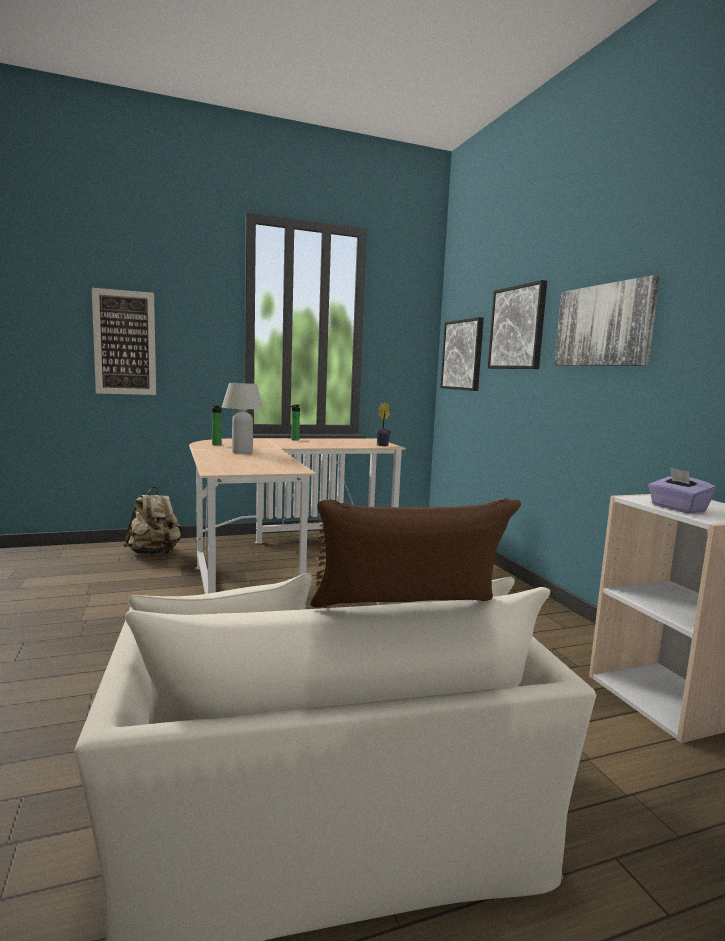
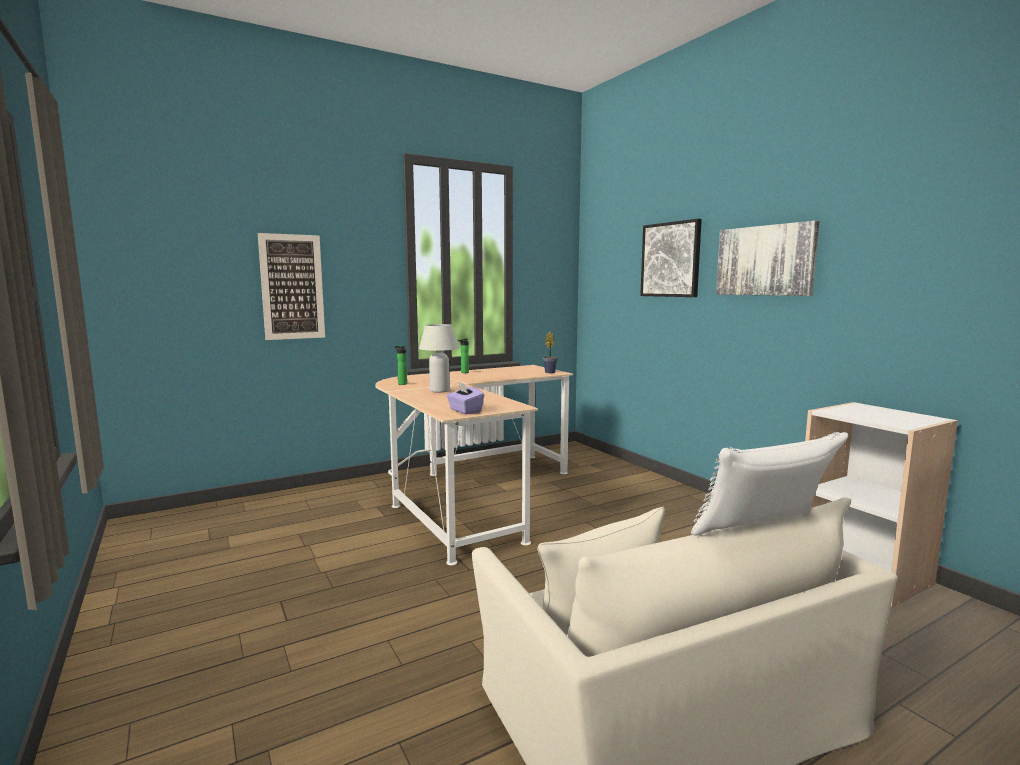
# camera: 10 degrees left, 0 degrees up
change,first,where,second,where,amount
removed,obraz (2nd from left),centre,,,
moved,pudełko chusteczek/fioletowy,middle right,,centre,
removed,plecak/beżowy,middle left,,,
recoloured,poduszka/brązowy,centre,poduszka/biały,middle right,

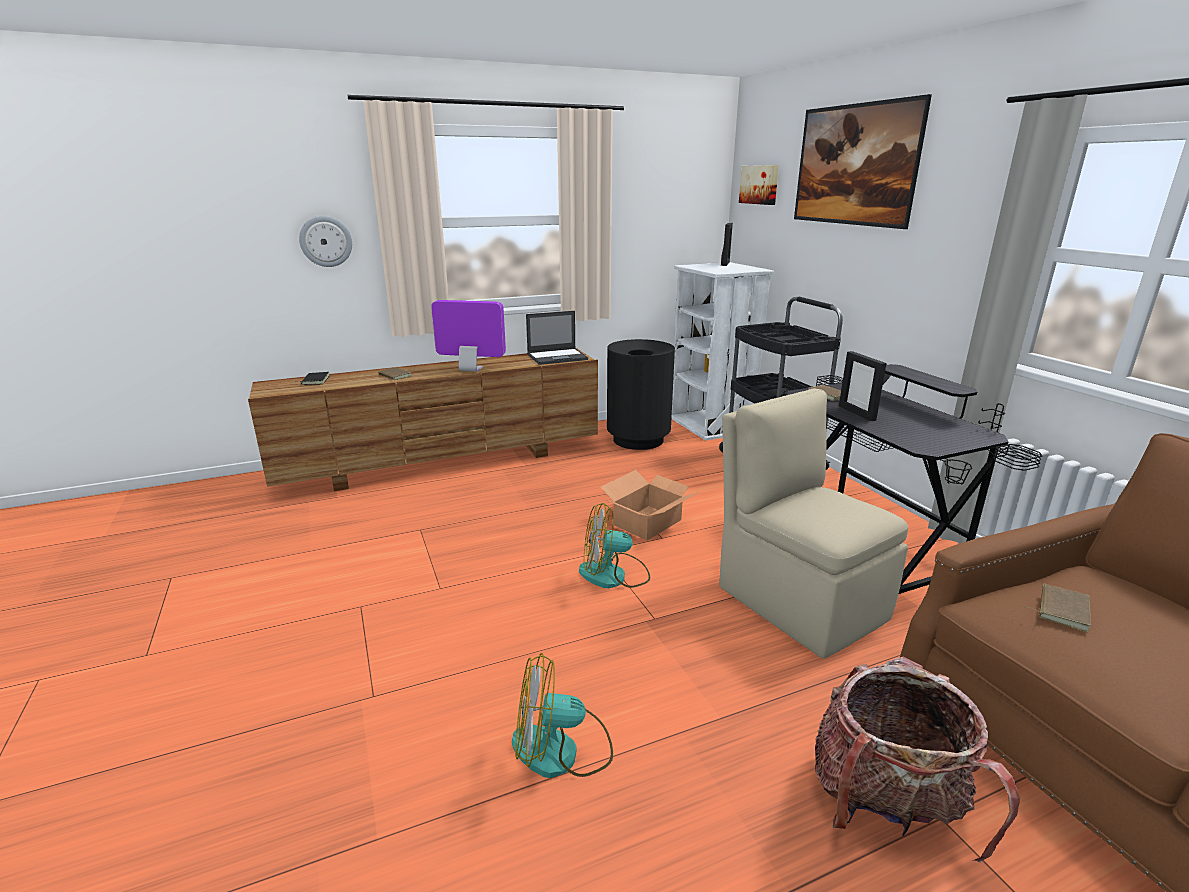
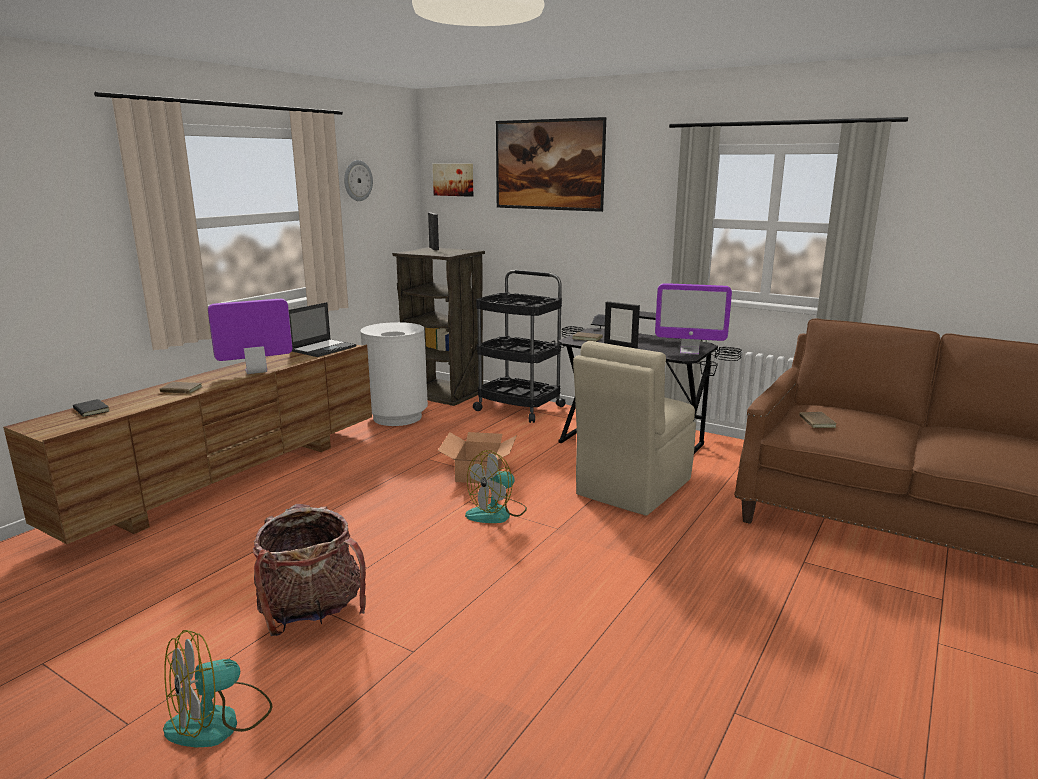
# camera: 35 degrees left, 5 degrees down
change,first,where,second,where,amount
moved,zegar ścienny,top left,,top centre,
recoloured,regał/biały,centre,regał/brązowy,centre,
recoloured,kosz na śmieci/czarny,centre,kosz na śmieci/biały,centre,
turned,krzesło/beżowy,middle right,,centre,75 degrees counterclockwise
moved,wentylator (1st from left),bottom centre,,bottom left,
moved,plecak,bottom right,,bottom left,
added,,,monitor (2nd from left),middle right,

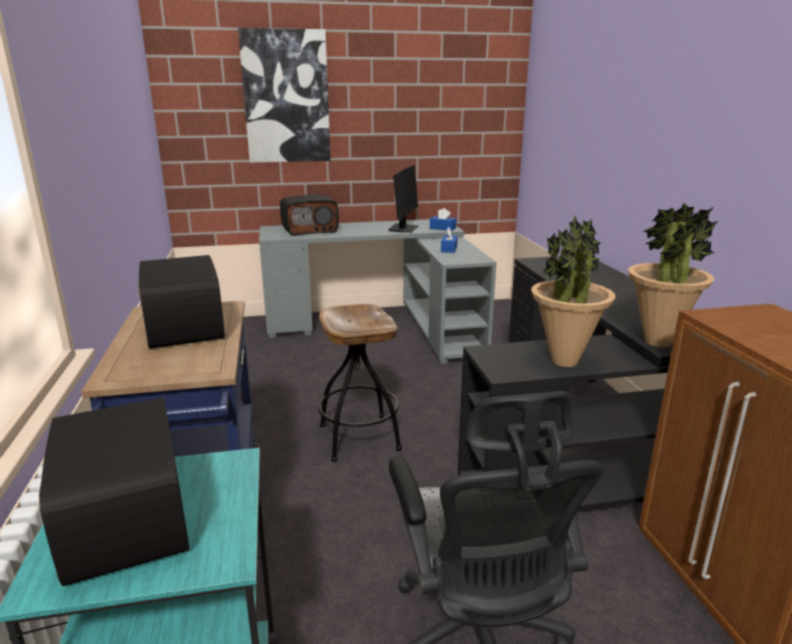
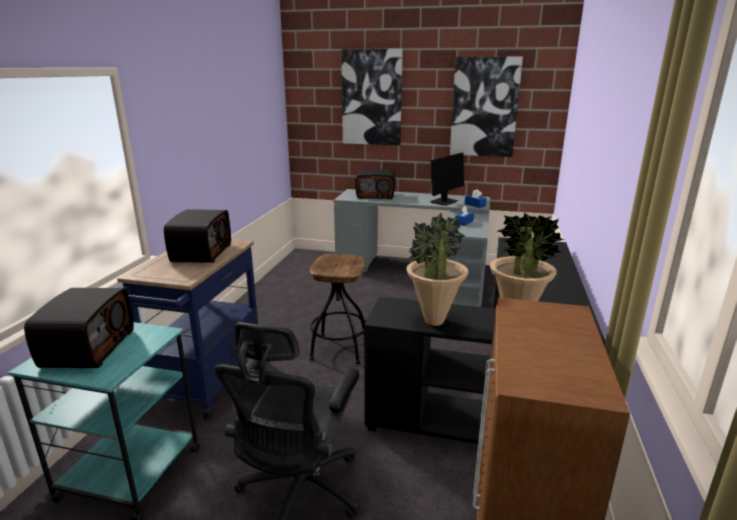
# camera: 25 degrees right, 0 degrees up
change,first,where,second,where,amount
added,,,obraz (2nd from left),top centre,

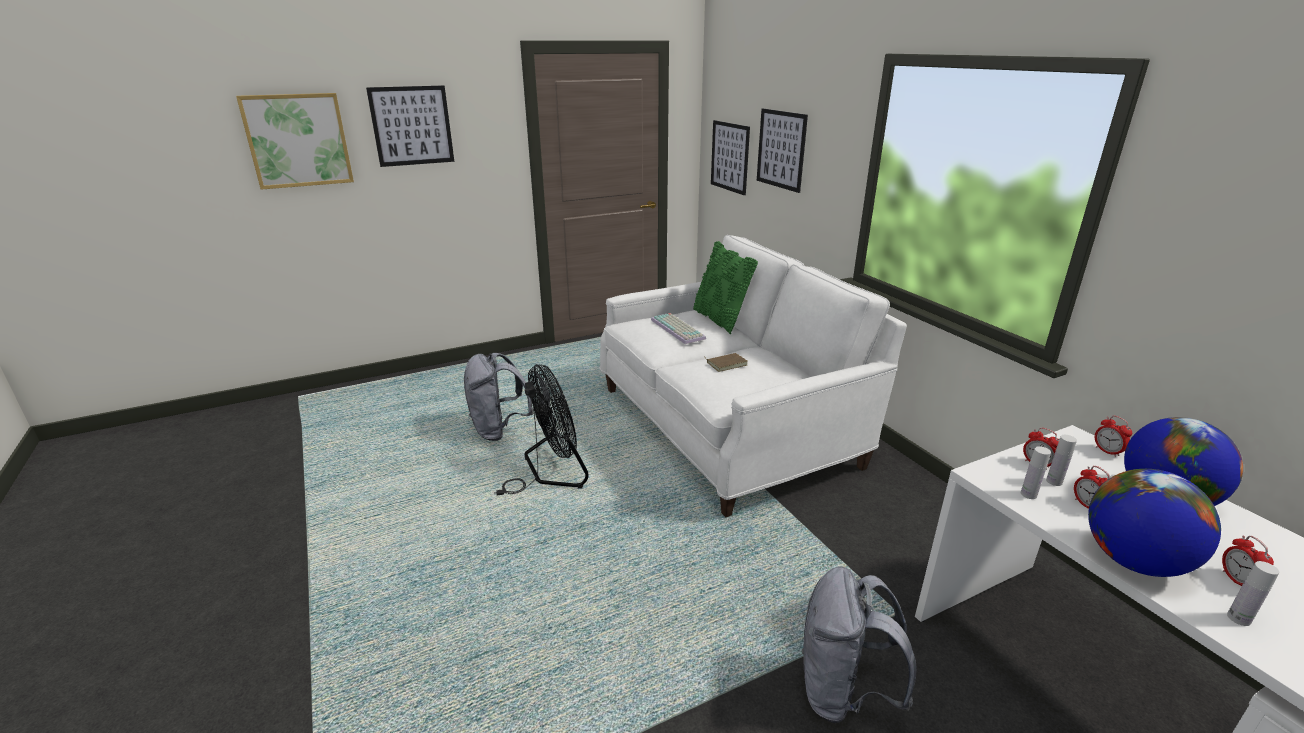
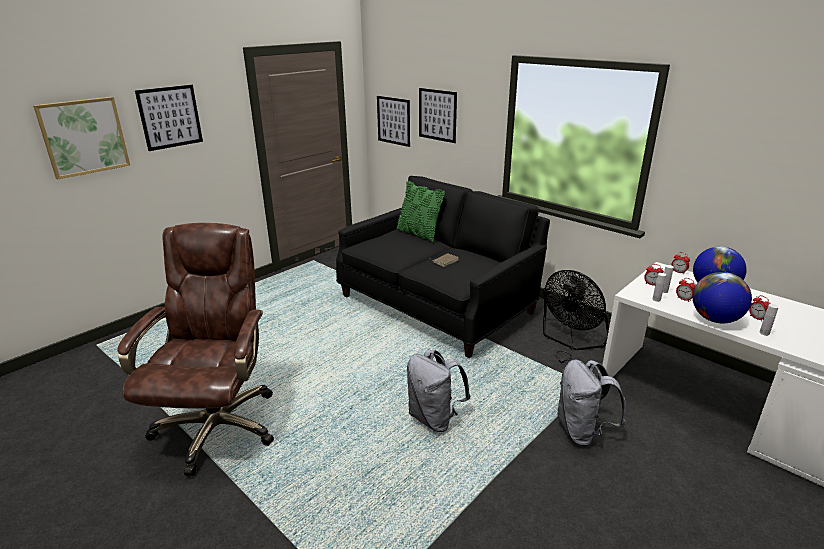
# camera: 20 degrees left, 0 degrees up
change,first,where,second,where,amount
recoloured,kanapa/biały,centre,kanapa/czarny,centre,
removed,klawiatura,centre,,,
moved,plecak/szary (1st from left),centre,,bottom centre,
moved,wentylator/czarny,centre,,middle right,
added,,,krzesło biurowe/brązowy,middle left,

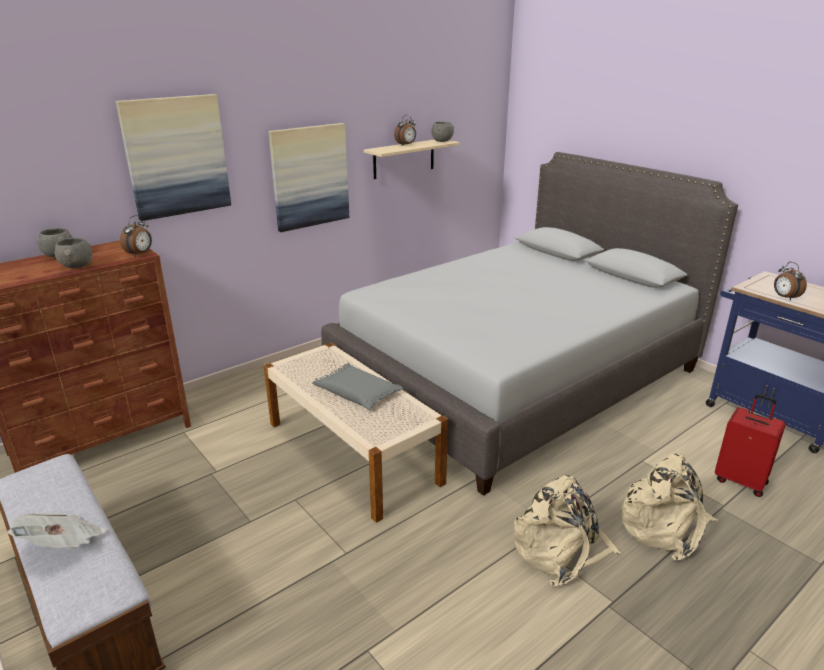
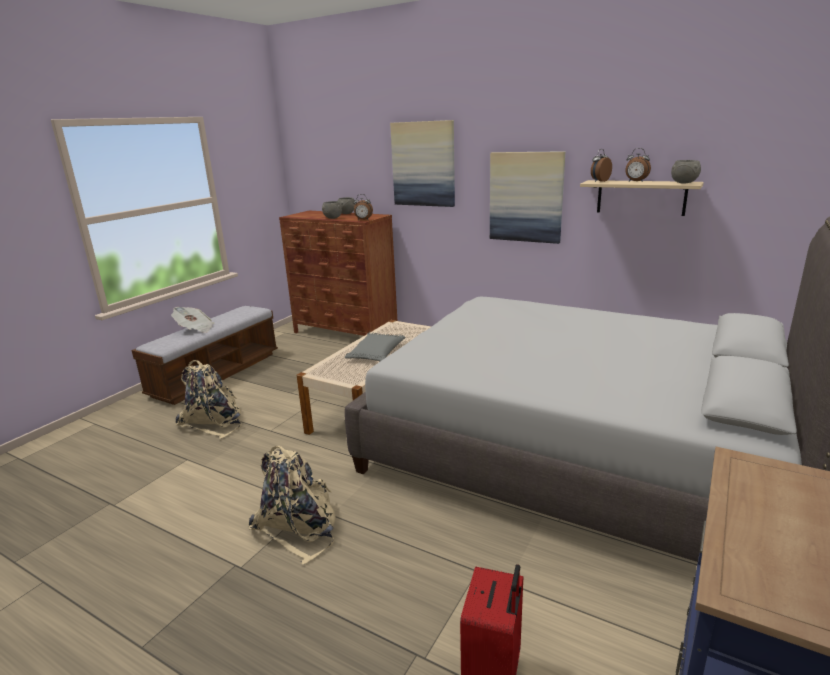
# camera: 70 degrees right, 5 degrees down
change,first,where,second,where,amount
moved,budzik (3rd from left in the first image),middle right,budzik (2nd from left),top right,
moved,plecak/beżowy (2nd from left in the first image),bottom right,plecak/beżowy (1st from left),middle left,

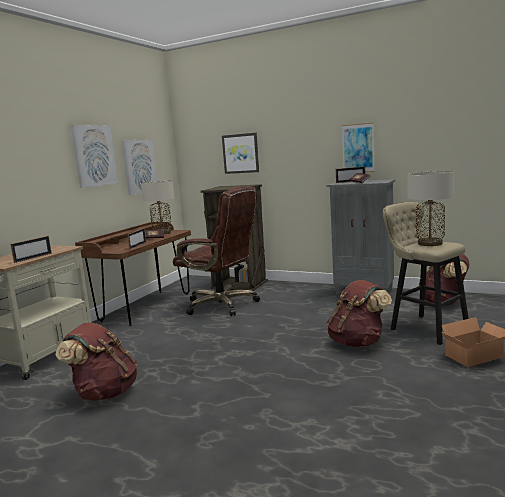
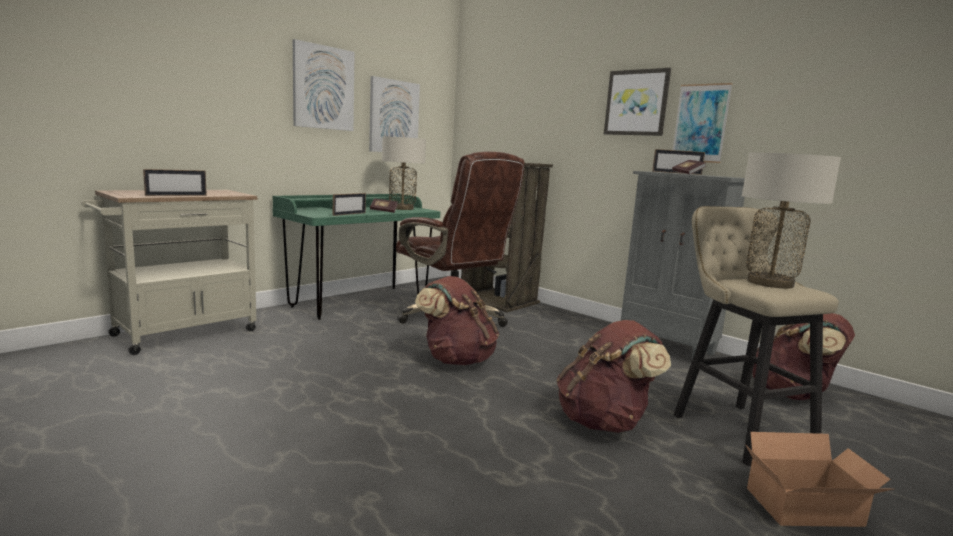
# camera: 15 degrees right, 0 degrees up
change,first,where,second,where,amount
moved,obraz (3rd from left),top centre,,top right,
recoloured,biurko/brązowy,middle left,biurko/zielony,centre,
moved,plecak/brązowy (1st from left),bottom left,,centre,

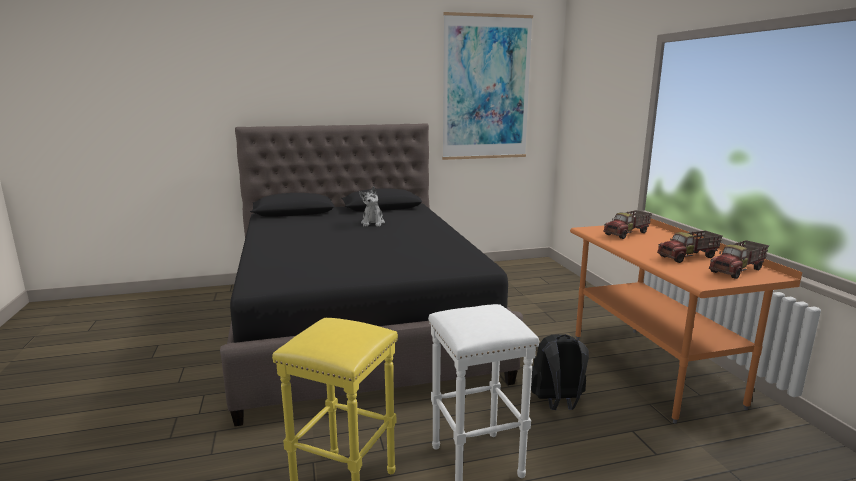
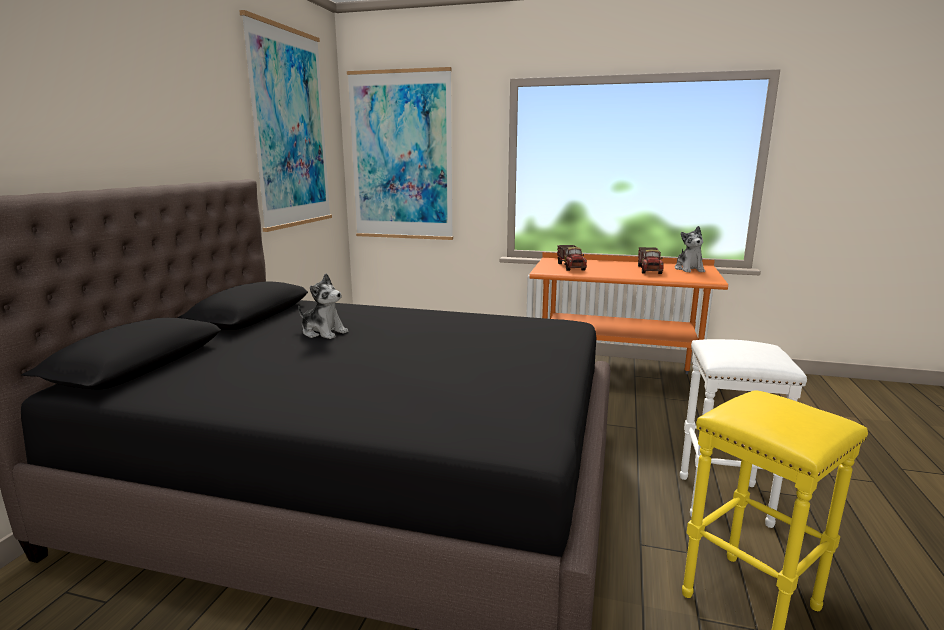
# camera: 60 degrees left, 0 degrees up
change,first,where,second,where,amount
replaced,ciężarówka zabawkowa (3rd from left),middle right,pluszak (2nd from left),middle right,
removed,plecak/czarny,bottom centre,,,
added,,,obraz (2nd from left),top centre,

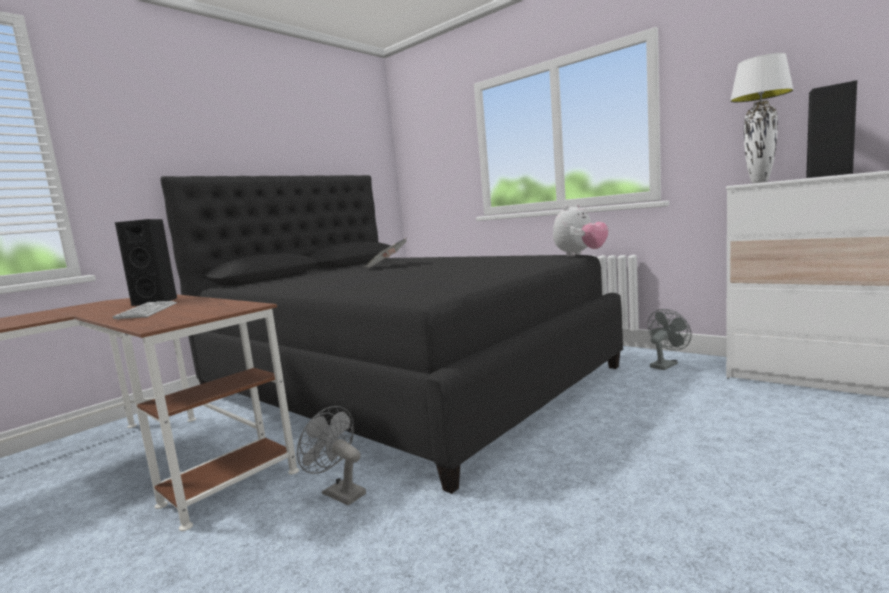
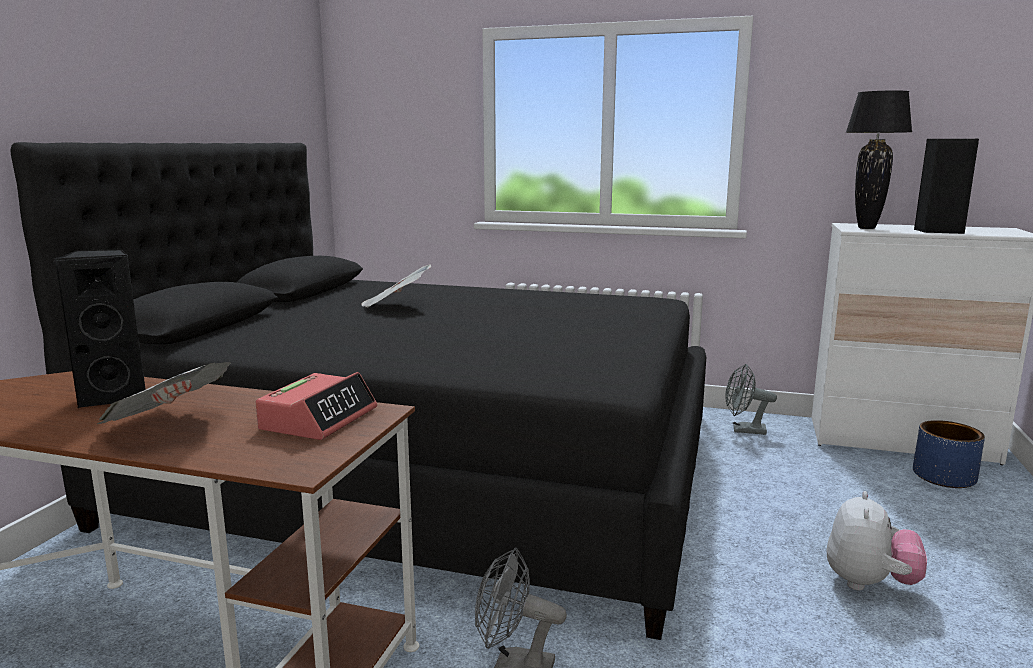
# camera: 25 degrees left, 5 degrees up
change,first,where,second,where,amount
recoloured,lampa stołowa/biały,top right,lampa stołowa/czarny,top right,
moved,pluszak,centre,,bottom right,
replaced,klawiatura,middle left,gazeta (1st from left),middle left,
turned,wentylator/szary (2nd from left),middle right,,middle right,105 degrees counterclockwise
added,,,budzik,middle left,
added,,,donica/niebieski,bottom right,

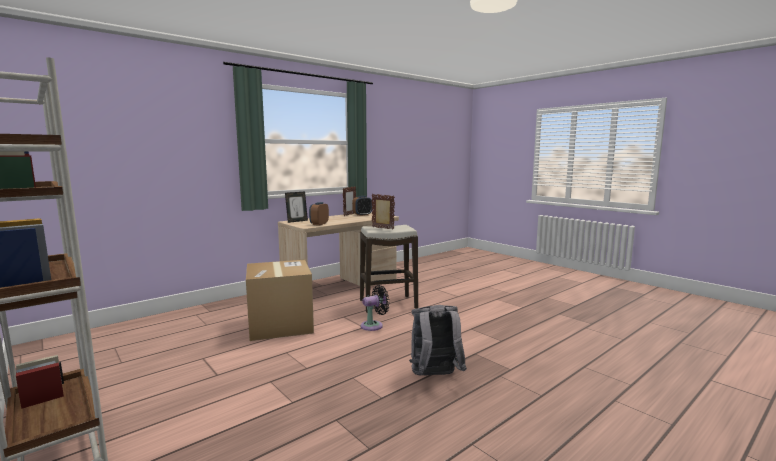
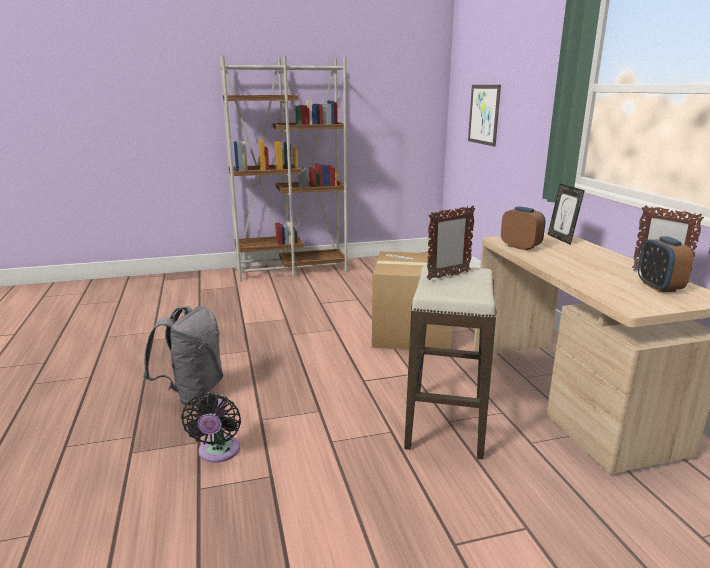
# camera: 115 degrees right, 10 degrees up
change,first,where,second,where,amount
moved,wentylator/czarny,bottom centre,,bottom left,
added,,,obraz,top right,

